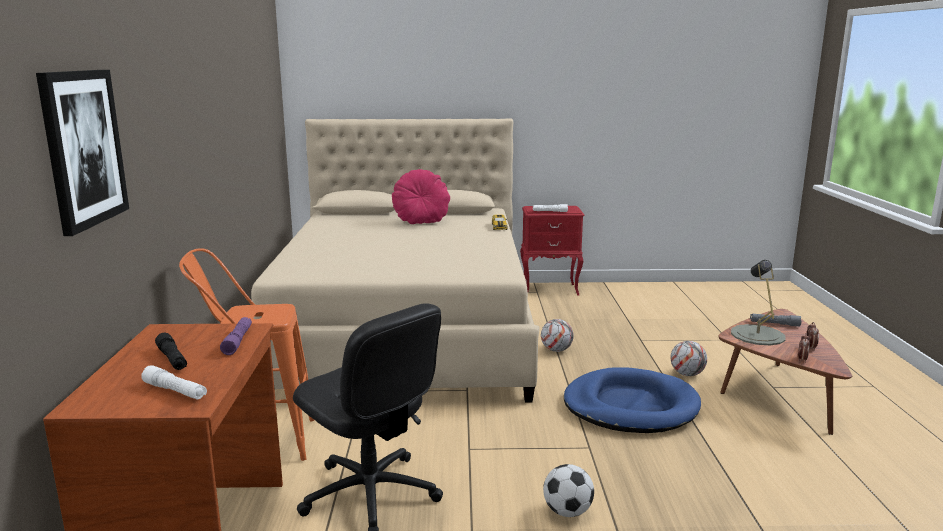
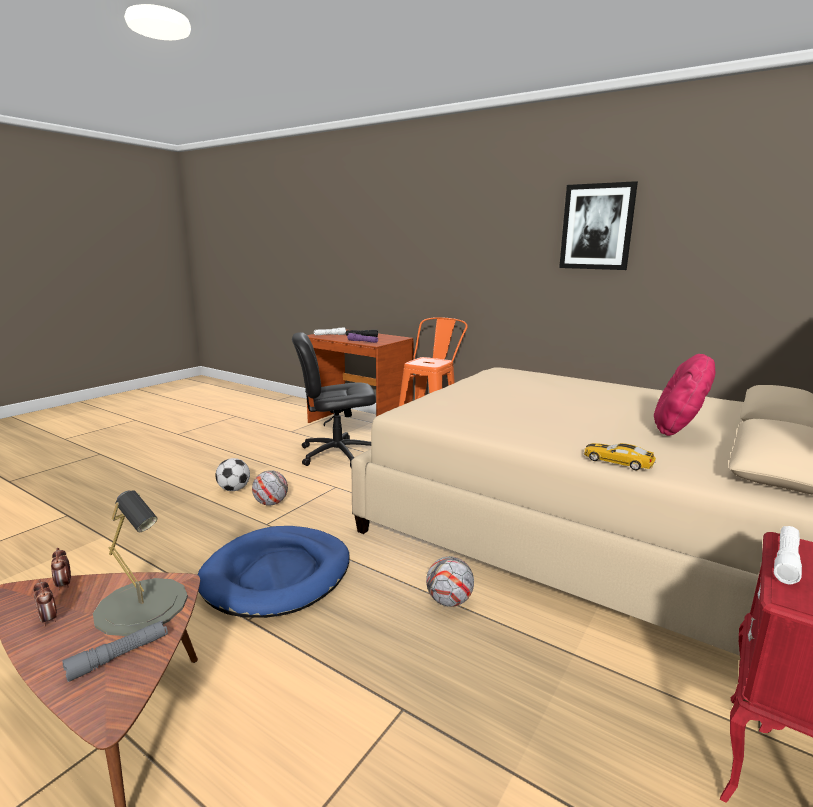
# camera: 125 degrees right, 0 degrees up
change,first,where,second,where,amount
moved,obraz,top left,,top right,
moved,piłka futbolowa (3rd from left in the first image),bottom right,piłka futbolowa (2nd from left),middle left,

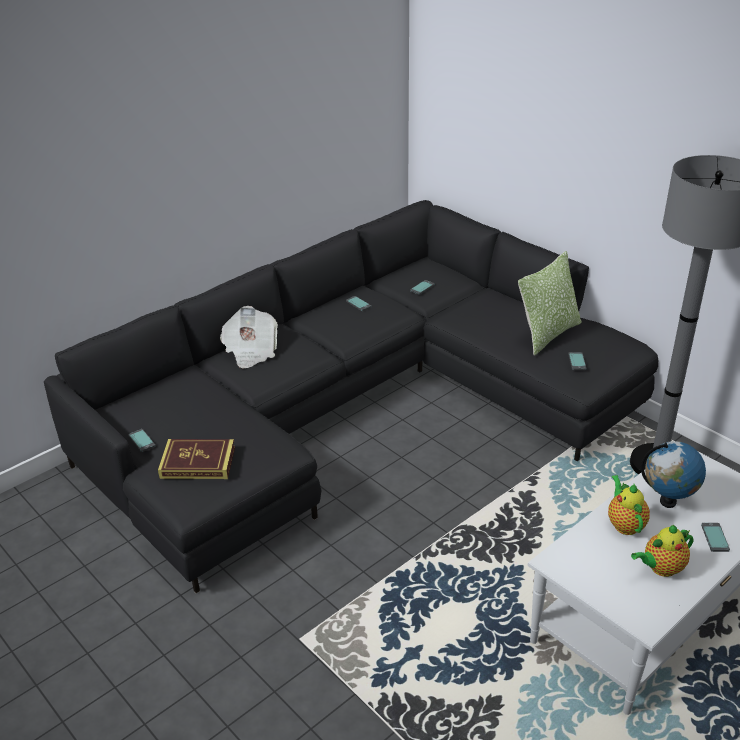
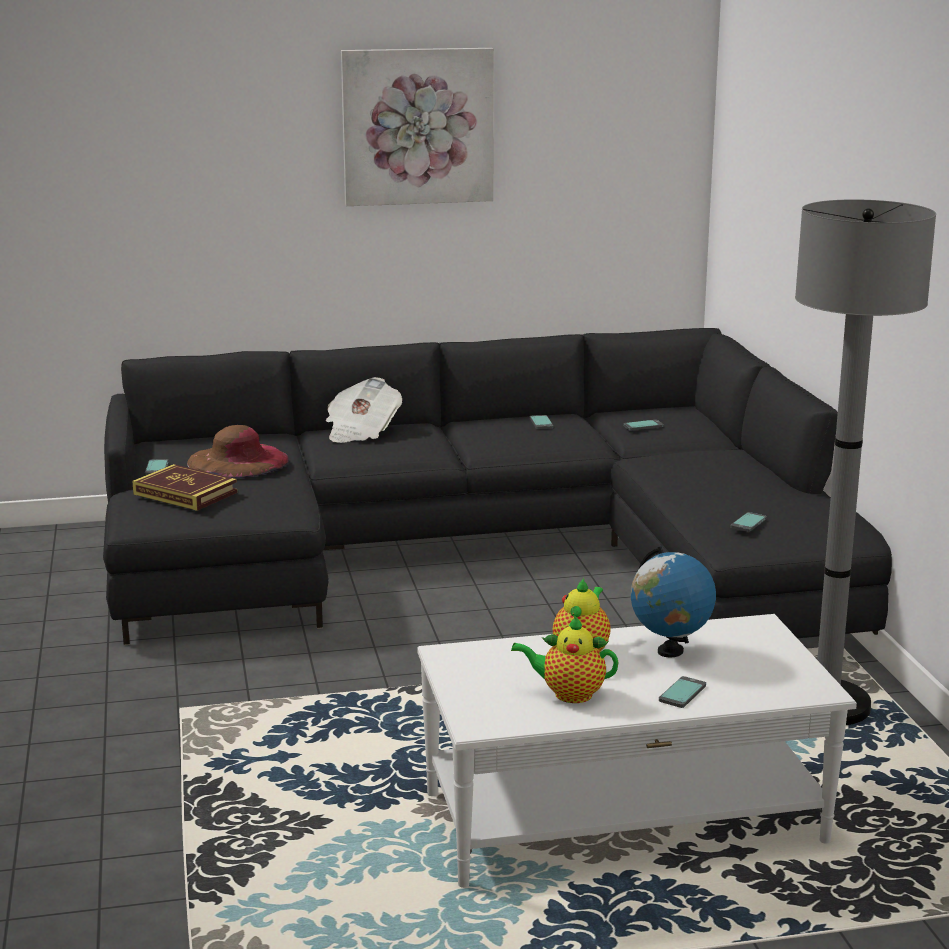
# camera: 30 degrees right, 15 degrees down
change,first,where,second,where,amount
removed,poduszka,middle right,,,
added,,,obraz,top centre,
added,,,kapelusz/brązowy,middle left,

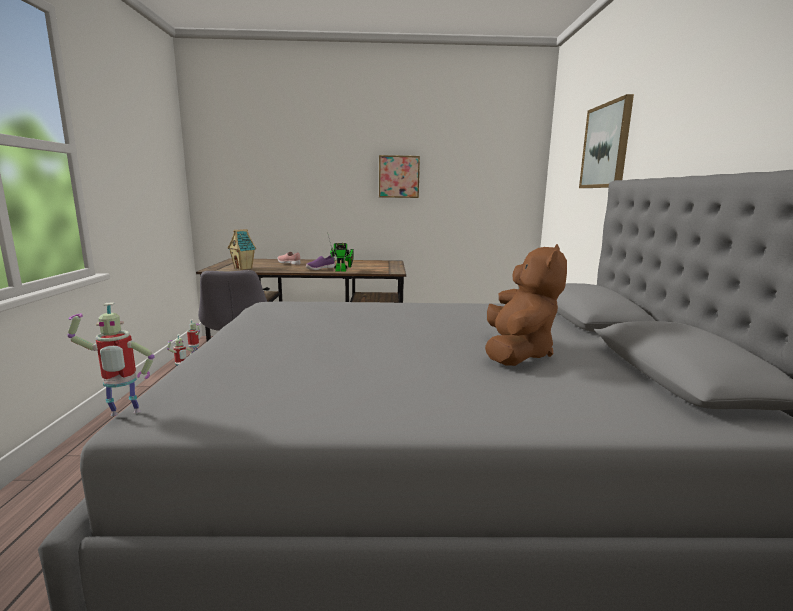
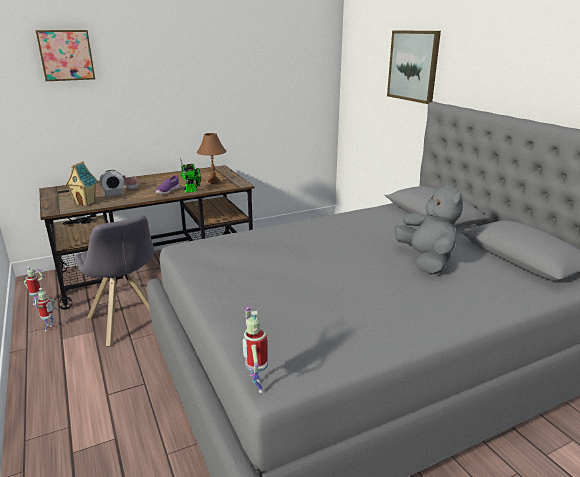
# camera: 25 degrees left, 10 degrees up
change,first,where,second,where,amount
moved,obraz (1st from left),top centre,,top left,
recoloured,pluszak/brązowy,centre,pluszak/szary,middle right,
turned,robot zabawkowy (1st from left in the first image),middle left,robot zabawkowy (4th from left),bottom centre,120 degrees clockwise
added,,,lampa stołowa/brązowy,top centre,
added,,,budzik,middle left,

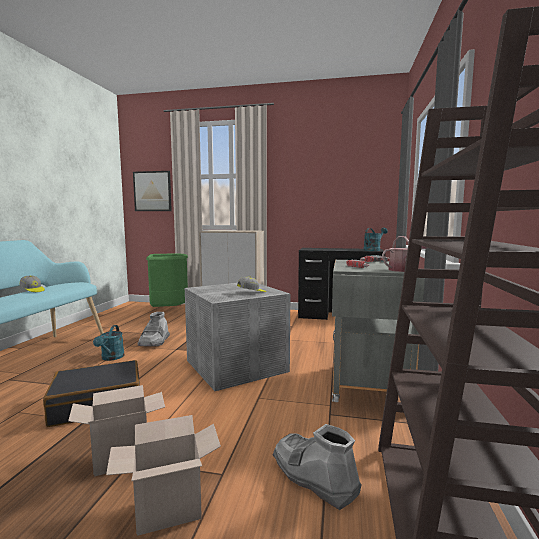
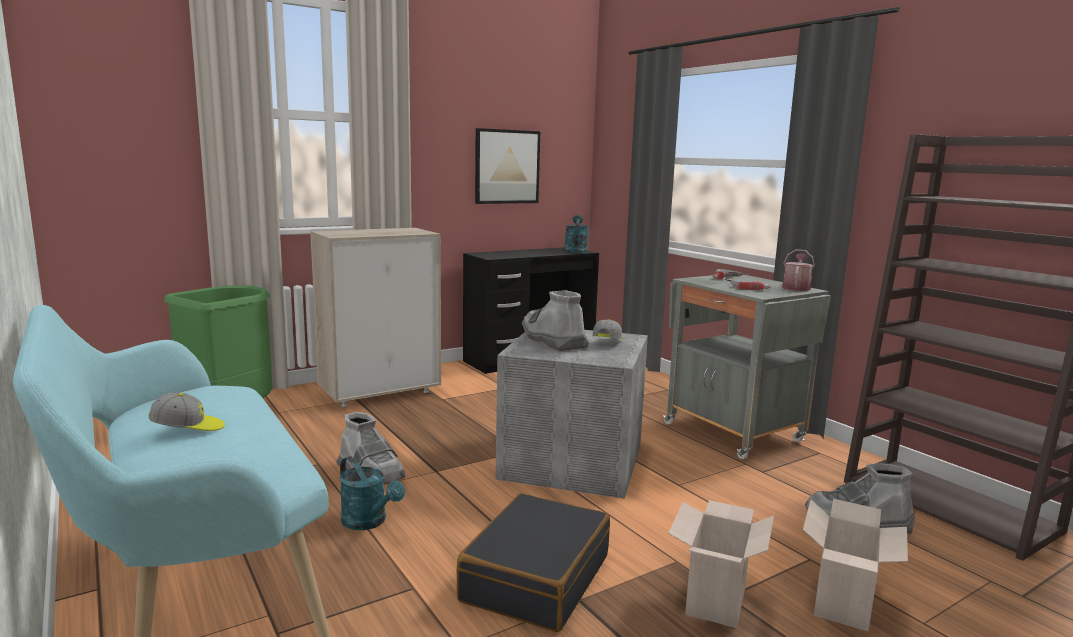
# camera: 45 degrees left, 5 degrees up
change,first,where,second,where,amount
moved,obraz,middle left,,top centre,
added,,,but z cholewką/szary (2nd from left),centre,

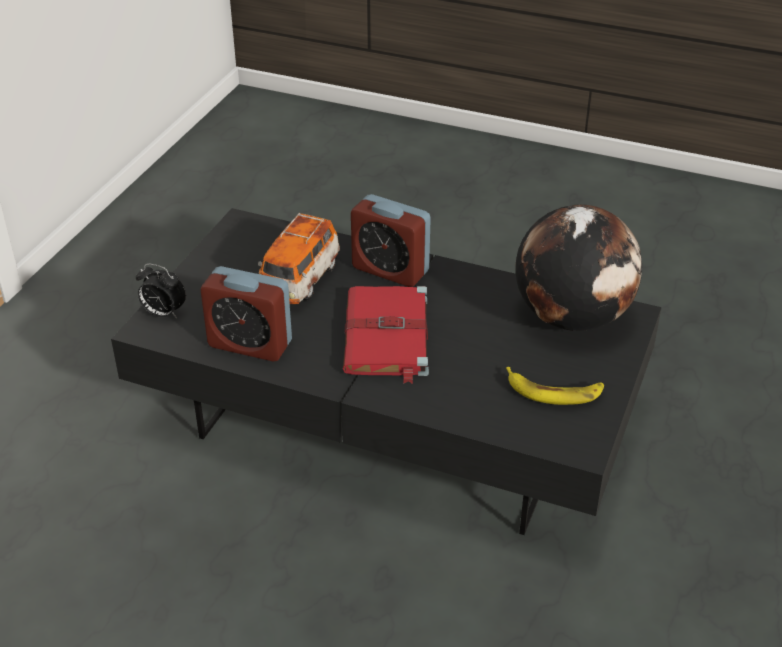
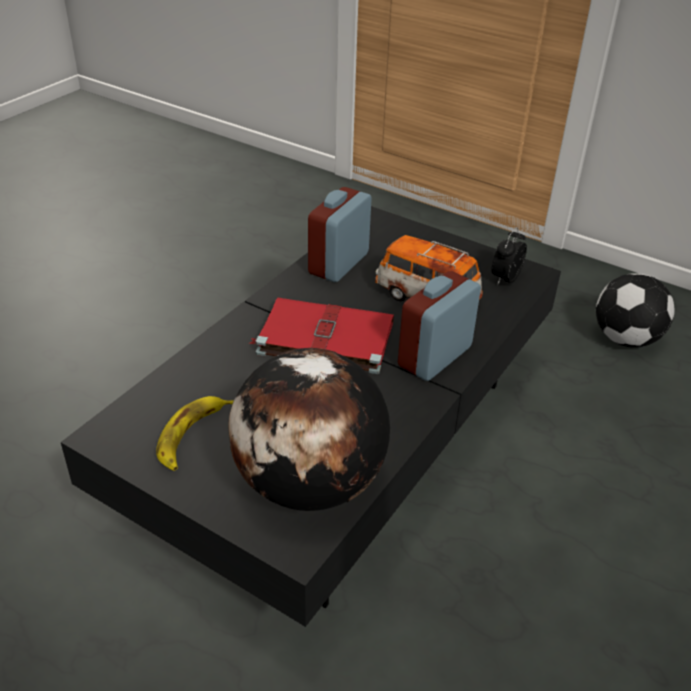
# camera: 100 degrees right, 0 degrees up
change,first,where,second,where,amount
moved,budzik (1st from left in the first image),middle left,budzik (3rd from left),middle right,
added,,,piłka futbolowa,middle right,

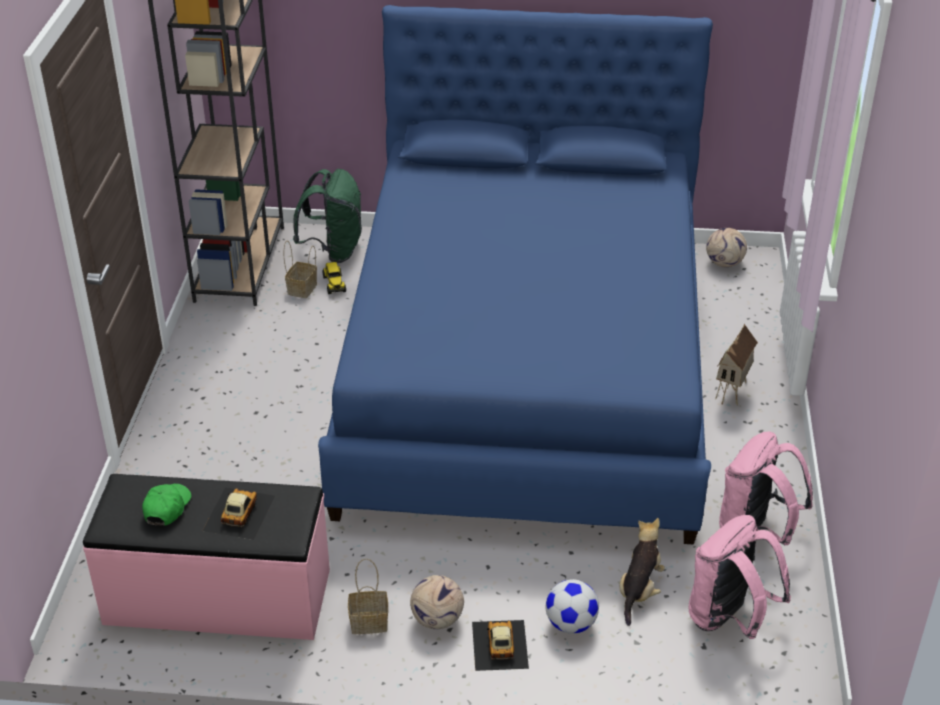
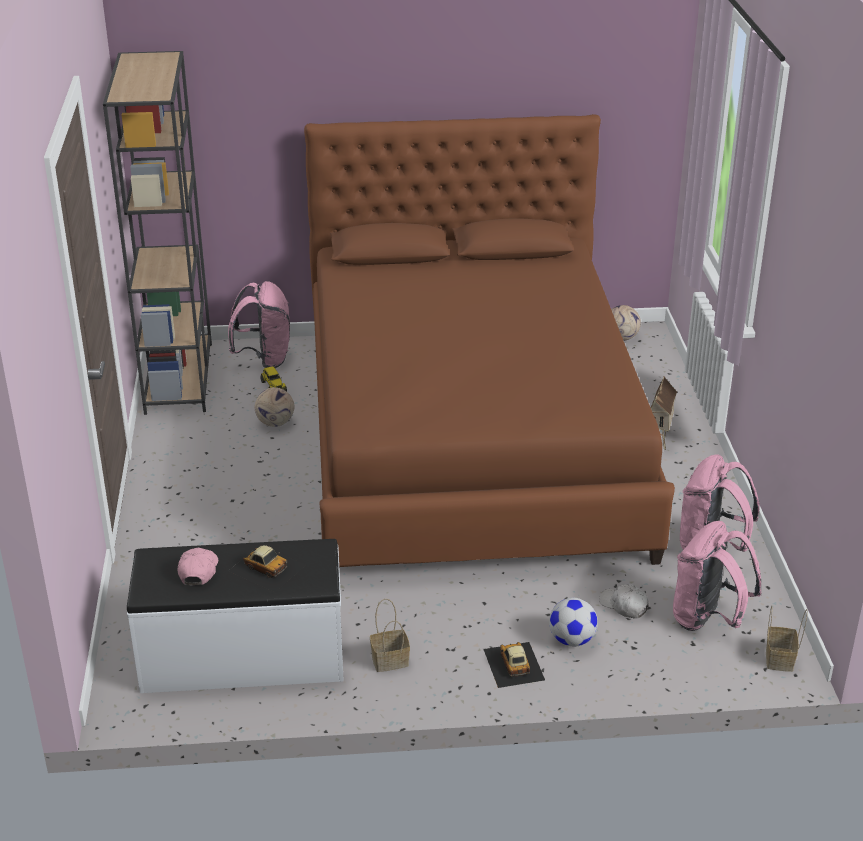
# camera: 10 degrees left, 5 degrees down
change,first,where,second,where,amount
recoloured,łóżko/niebieski,centre,łóżko/brązowy,centre,
recoloured,plecak/zielony,top centre,plecak/różowy (1st from left),middle left,
moved,koszyk (1st from left in the first image),middle left,koszyk (2nd from left),bottom right,
recoloured,ławka/różowy,bottom left,ławka/biały,bottom left,
recoloured,czapka z daszkiem/zielony,bottom left,czapka z daszkiem/różowy,bottom left,
turned,samochodzik (1st from left),bottom left,,bottom left,120 degrees clockwise
replaced,pluszak,bottom right,czapka z daszkiem/biały,bottom right,
moved,piłka futbolowa (1st from left),bottom centre,,middle left,

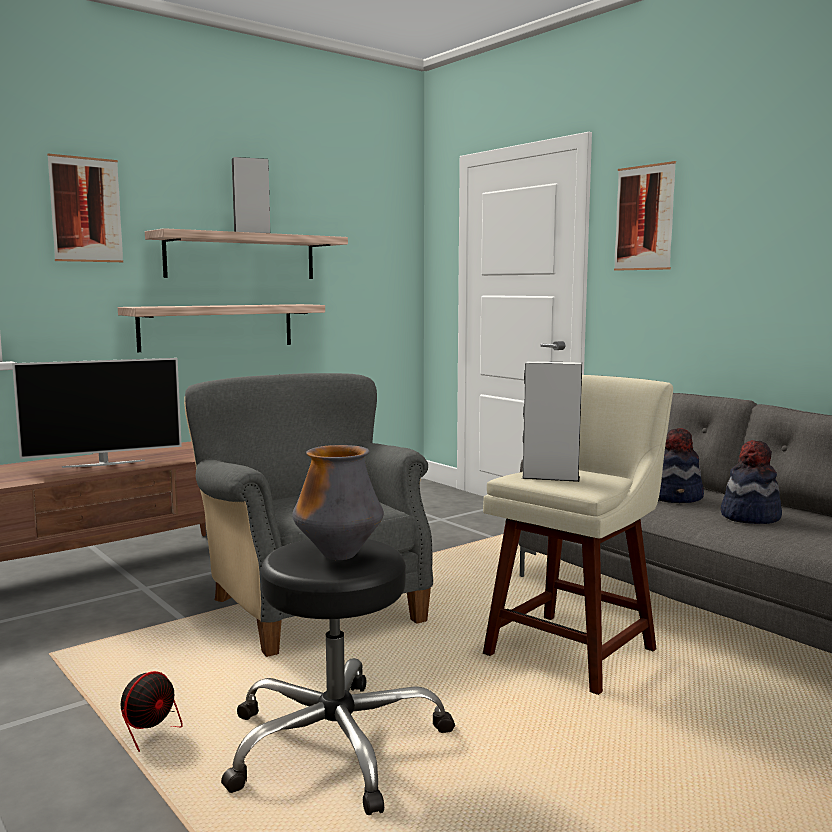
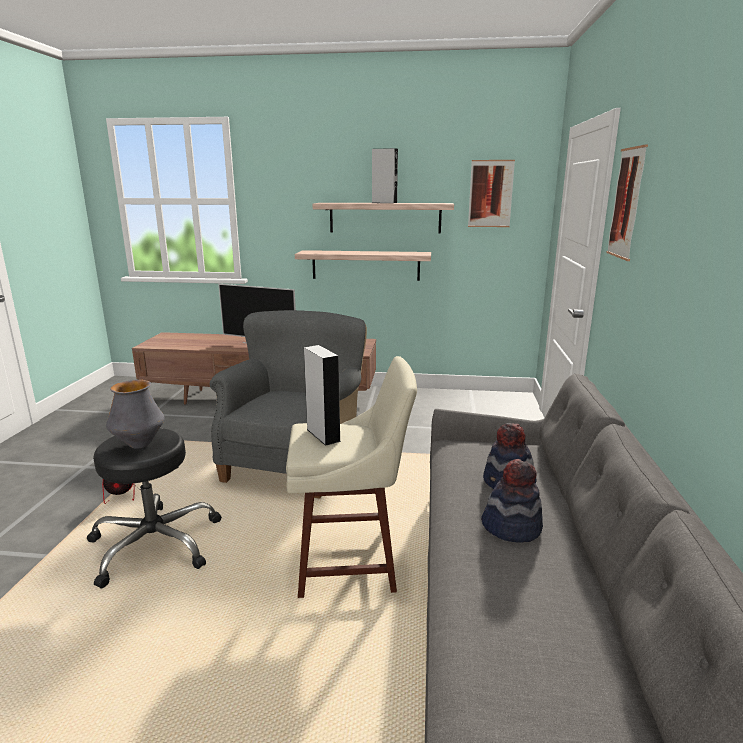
# camera: 45 degrees right, 10 degrees up
change,first,where,second,where,amount
moved,obraz (1st from left),top left,,top centre,

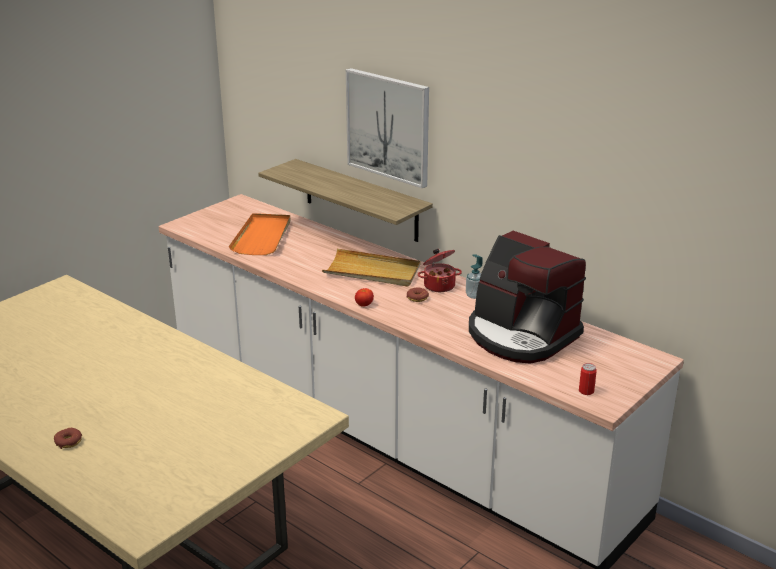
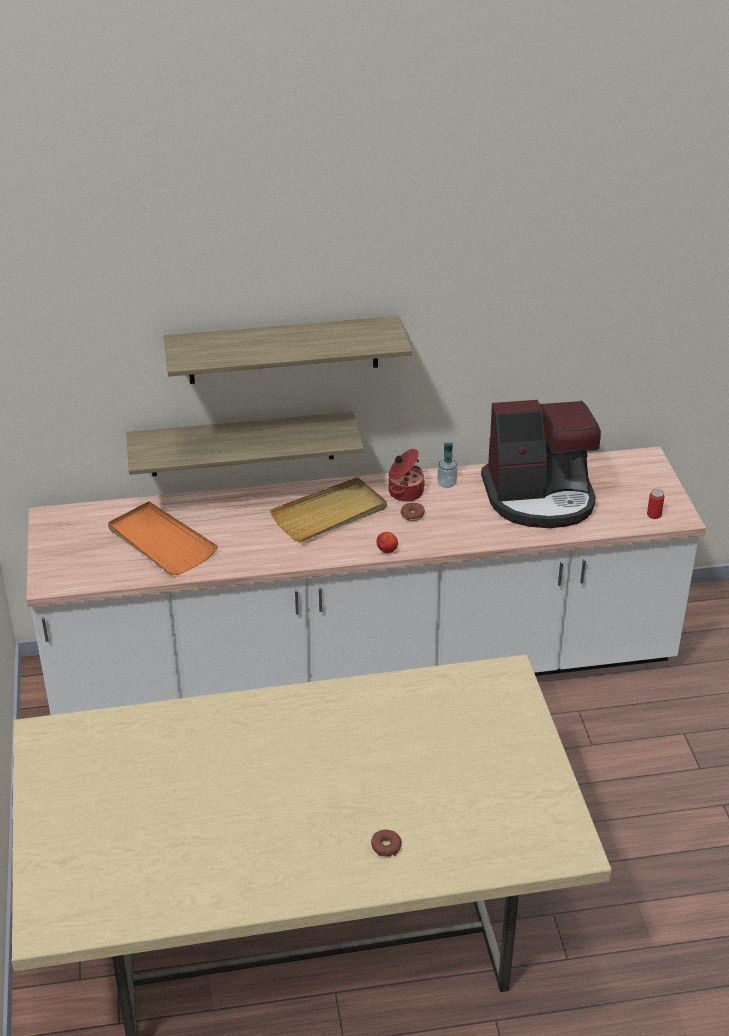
# camera: 50 degrees left, 10 degrees up
change,first,where,second,where,amount
replaced,obraz,top centre,półka (2nd from left),centre,

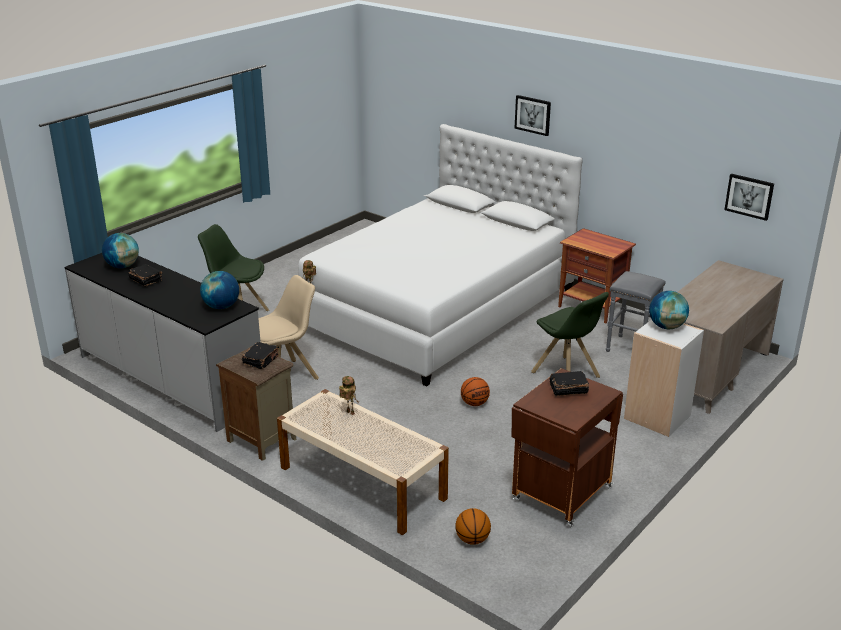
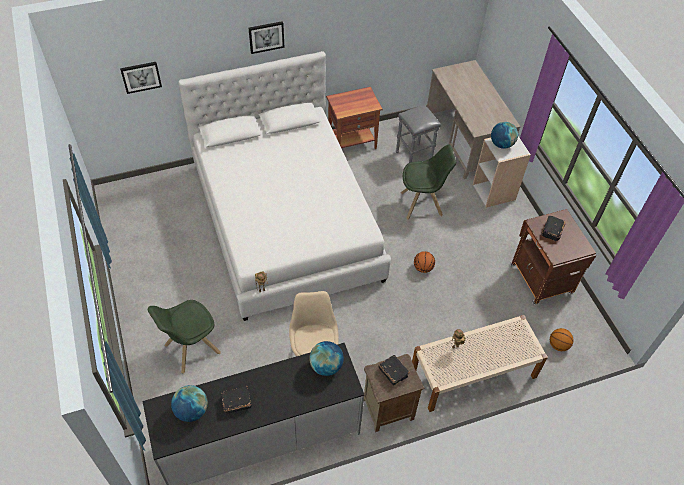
# camera: 60 degrees left, 25 degrees up
change,first,where,second,where,amount
moved,obraz (2nd from left in the first image),top right,obraz (1st from left),top left,

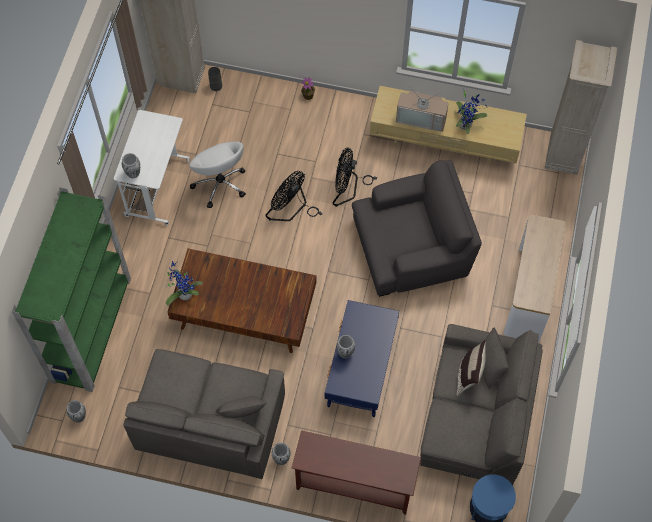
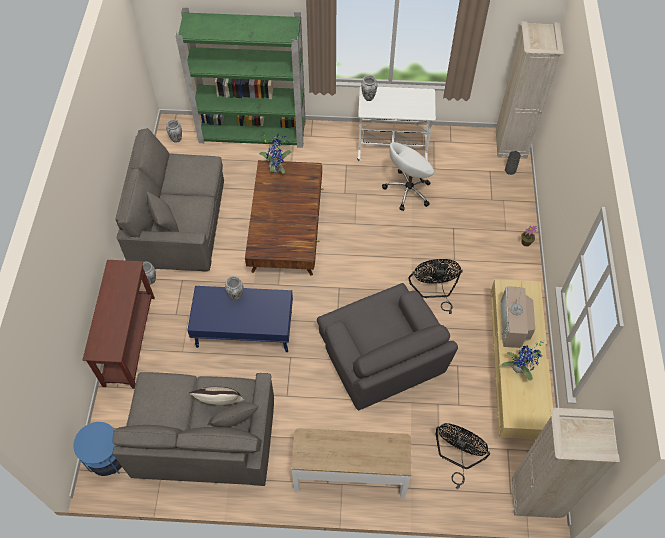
# camera: 80 degrees right, 5 degrees down
change,first,where,second,where,amount
moved,wentylator/czarny (1st from left in the first image),centre,wentylator/czarny (2nd from left),bottom right,

